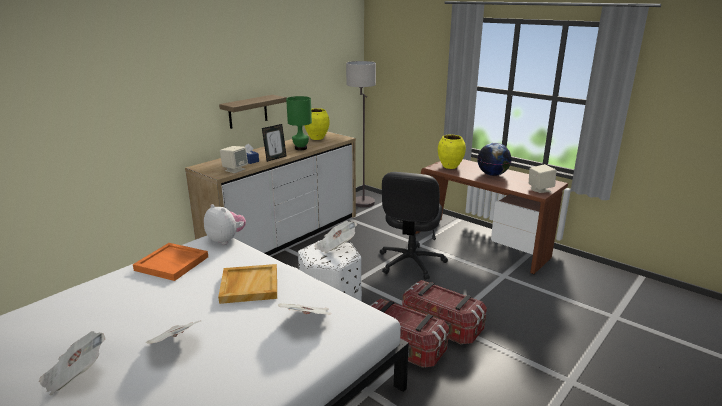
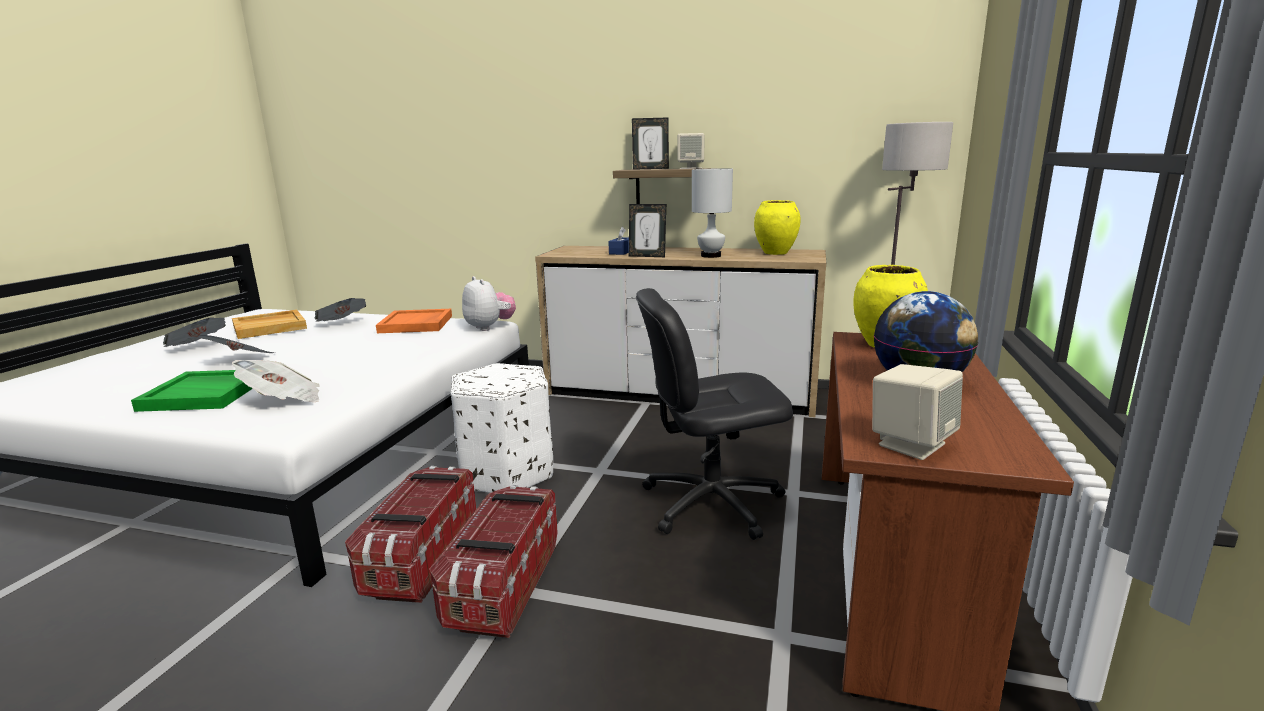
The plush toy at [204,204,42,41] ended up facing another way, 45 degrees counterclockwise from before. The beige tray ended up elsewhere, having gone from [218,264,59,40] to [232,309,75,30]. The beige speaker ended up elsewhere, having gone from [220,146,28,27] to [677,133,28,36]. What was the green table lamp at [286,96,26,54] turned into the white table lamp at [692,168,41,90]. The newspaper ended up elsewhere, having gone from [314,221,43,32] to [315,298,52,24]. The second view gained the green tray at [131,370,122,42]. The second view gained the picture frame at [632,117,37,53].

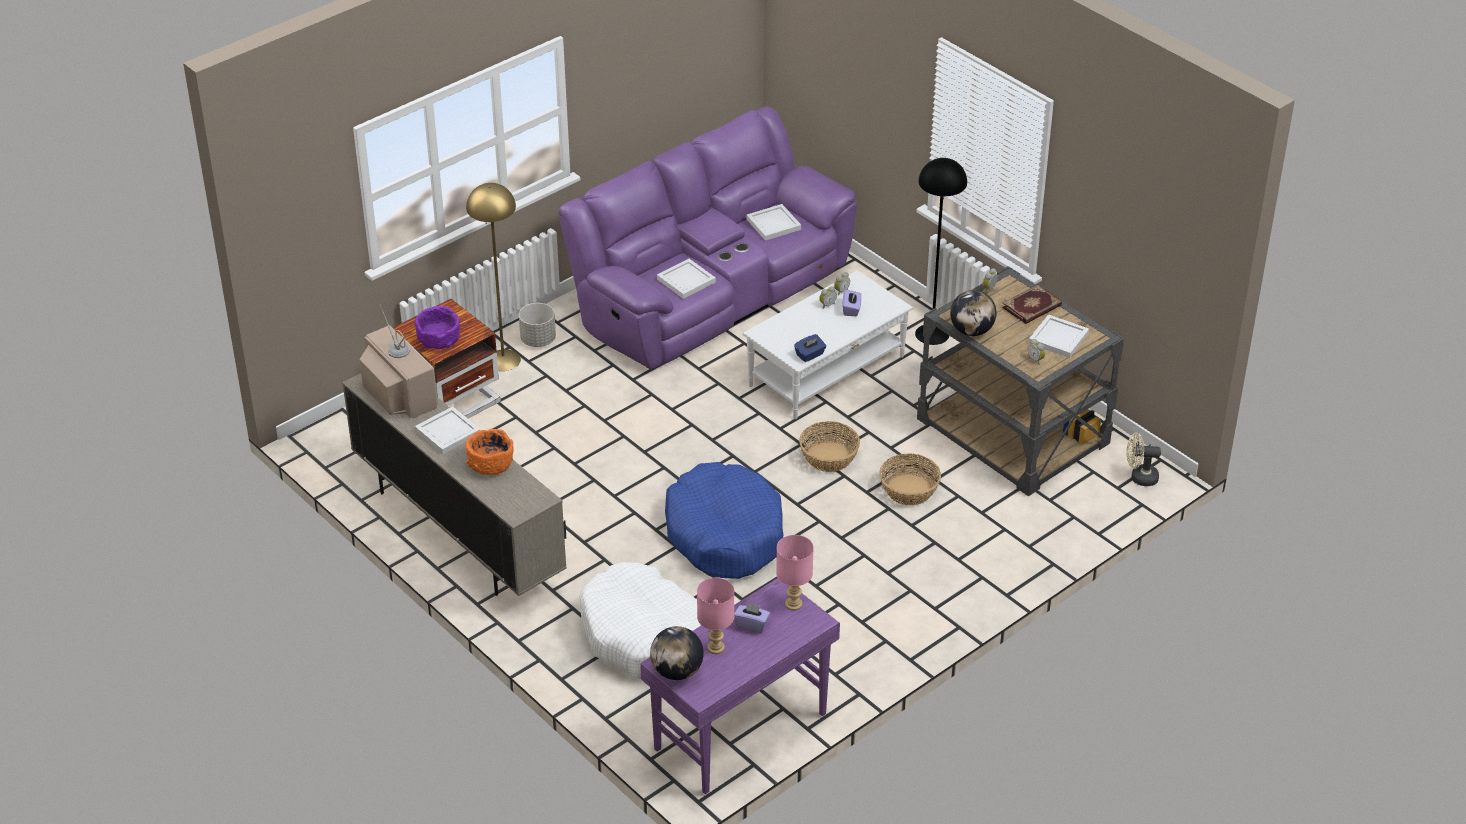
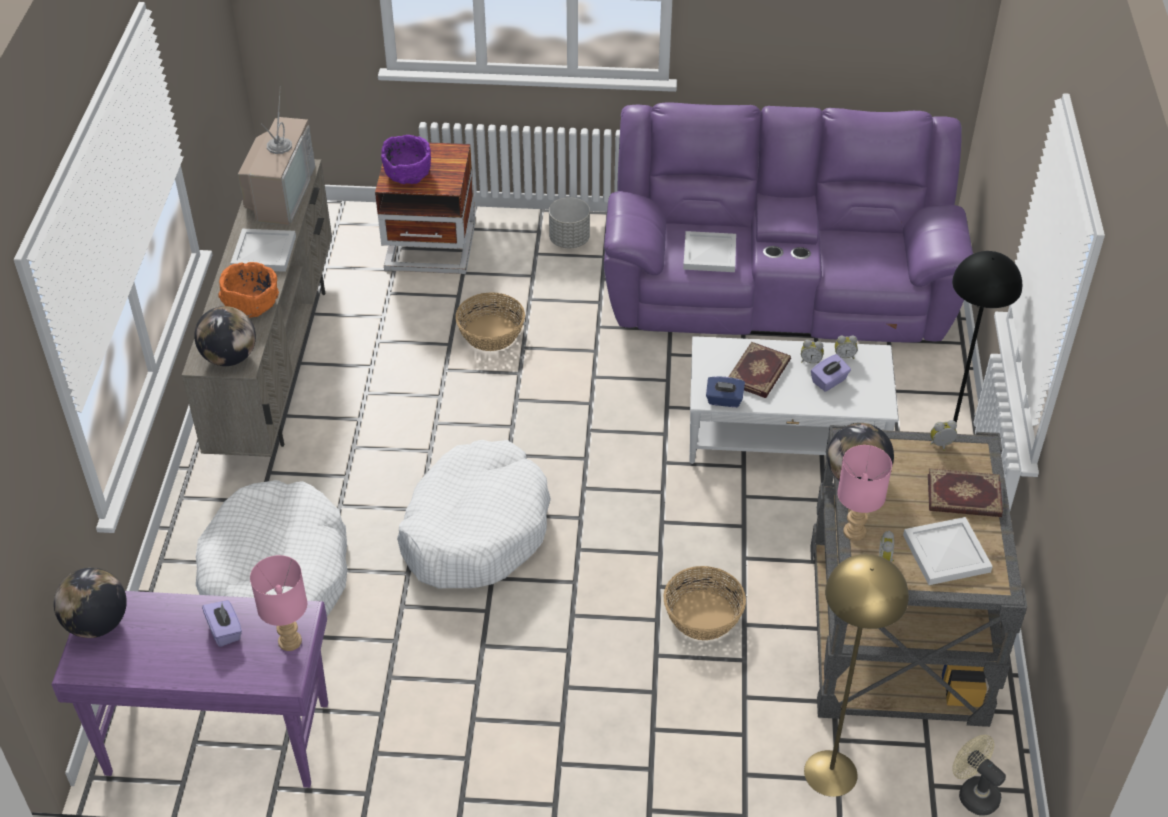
The yellow floor lamp ended up elsewhere, having gone from [466,183,55,188] to [804,554,105,243]. What was the blue dog bed at [665,462,118,117] turned into the white dog bed at [397,440,154,149]. The pink table lamp ended up elsewhere, having gone from [697,578,37,76] to [837,445,55,96]. The second view lost the white tray at [746,204,55,37]. The basket ended up elsewhere, having gone from [799,421,61,51] to [455,292,70,59]. The second view gained the globe at [194,306,62,60]. The second view gained the book at [728,342,63,56].

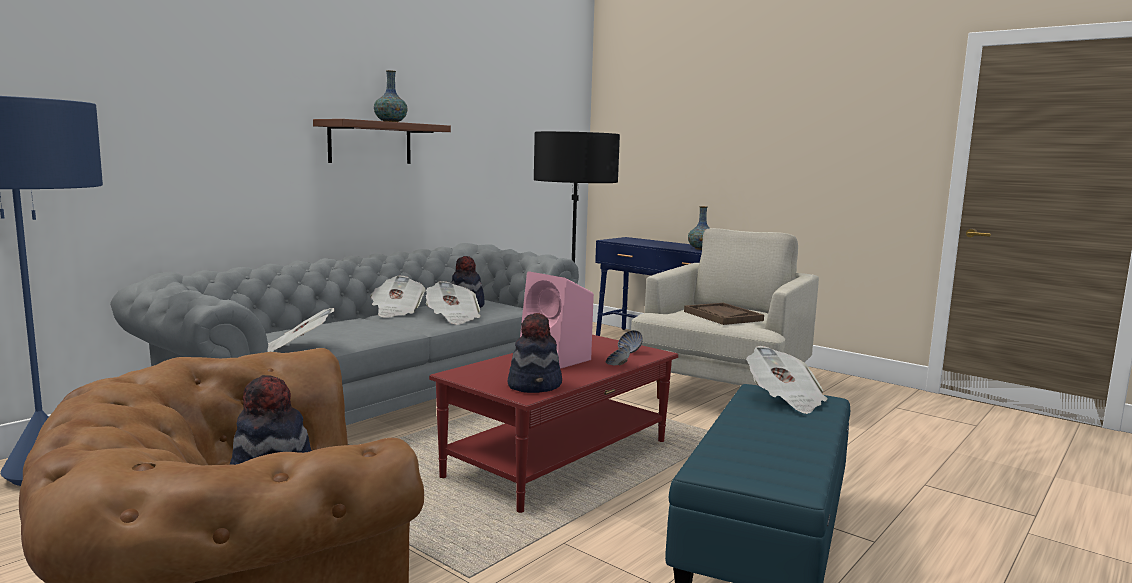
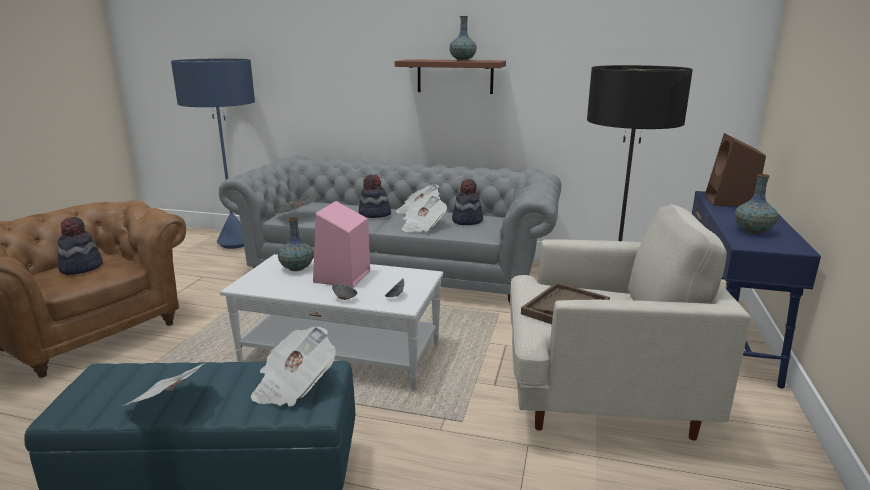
What was the red coffee table at [429,335,249,178] turned into the white coffee table at [220,254,223,136]. The hat ended up elsewhere, having gone from [508,313,54,80] to [359,175,32,43]. The second view gained the newspaper at [123,363,82,43]. The second view gained the vase at [278,217,35,54]. The second view gained the brown speaker at [705,133,61,74].

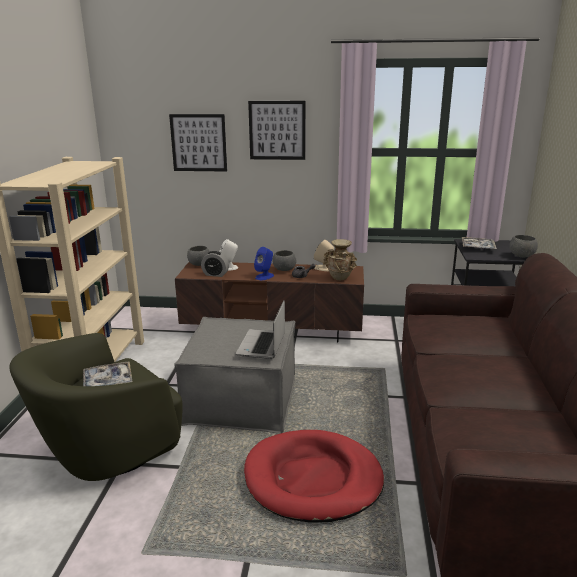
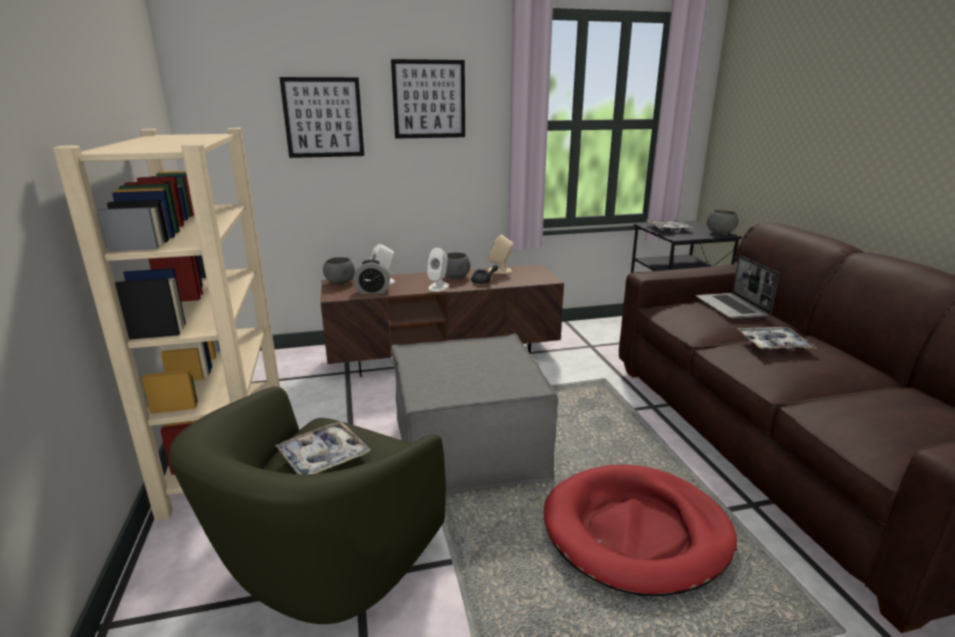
The laptop ended up elsewhere, having gone from [236,300,49,59] to [695,255,84,64]. What was the blue speaker at [254,247,20,33] turned into the white speaker at [427,248,22,44]. The second view lost the beige vase at [323,239,34,41]. The second view gained the tray at [737,327,79,24].

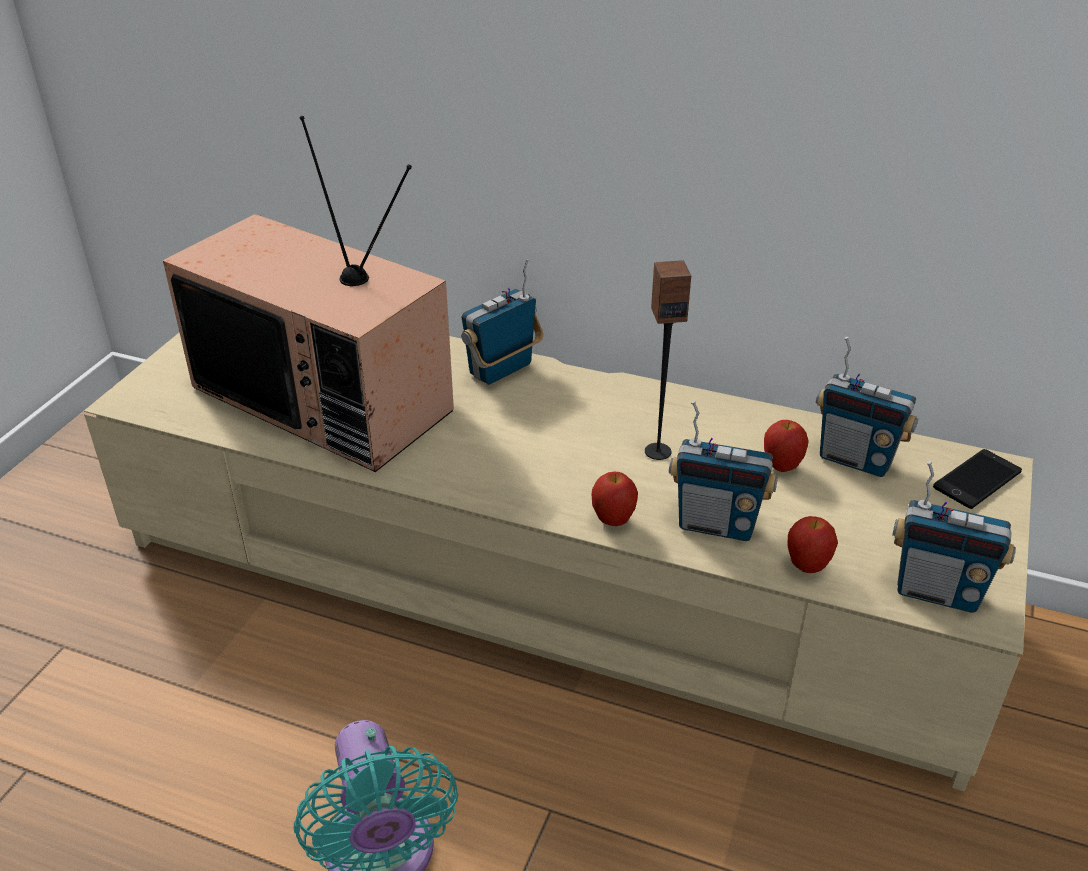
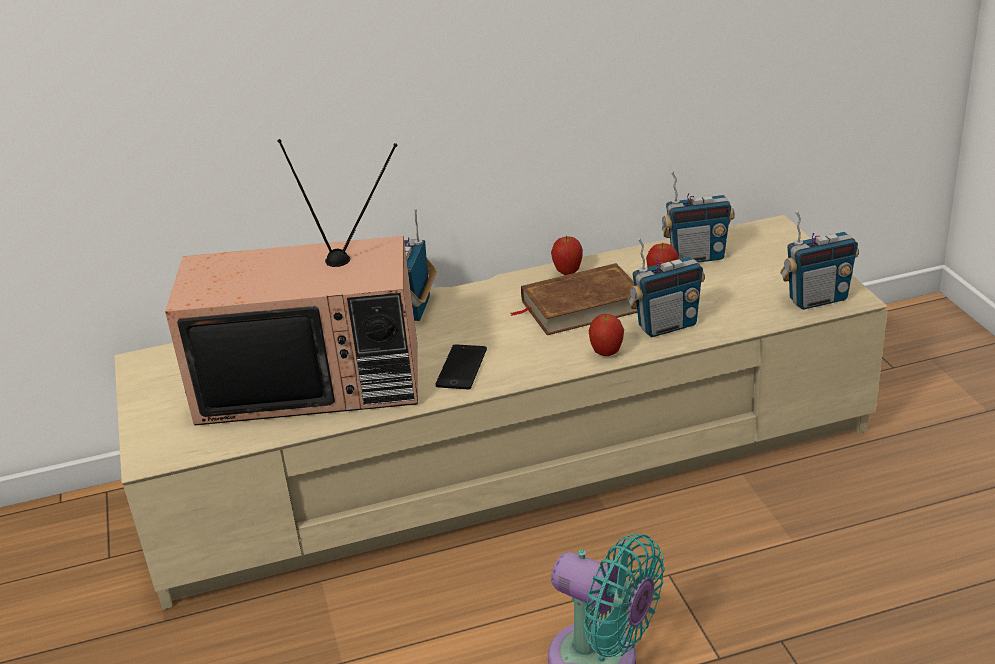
Where the speaker stood at [645,260,46,200], the brown book came to stand at [510,263,127,72]. The apple ended up elsewhere, having gone from [788,516,50,57] to [551,236,32,39]. The phone ended up elsewhere, having gone from [933,449,89,60] to [436,344,51,45].

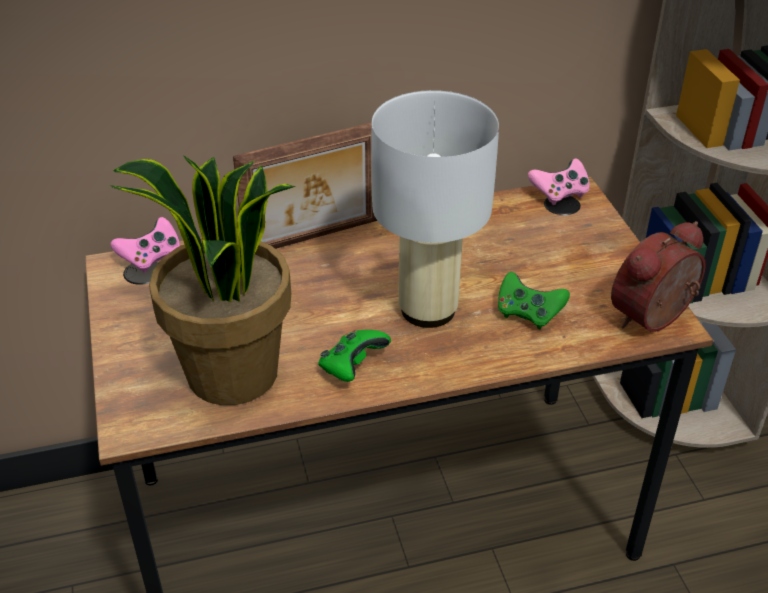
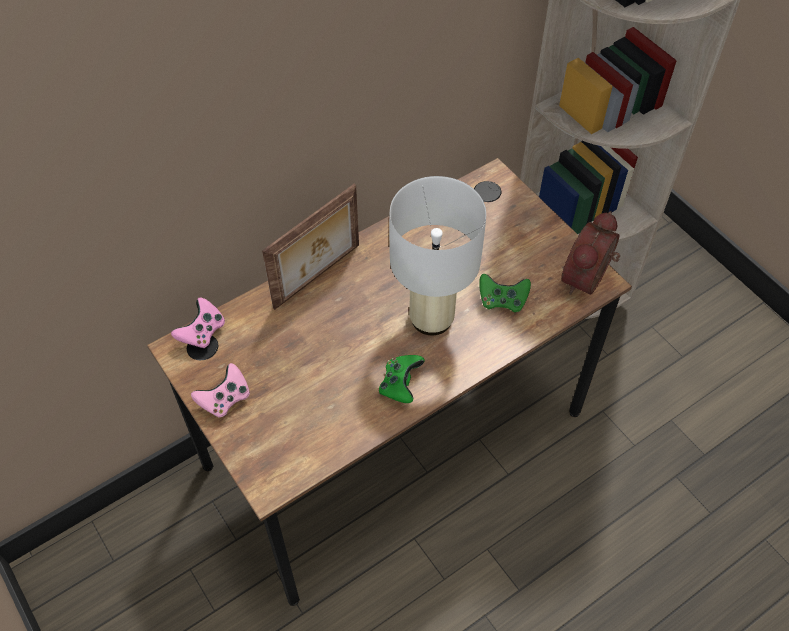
The second view lost the potted plant at [110,156,186,249]. The pink game controller ended up elsewhere, having gone from [528,158,62,47] to [191,363,59,55].

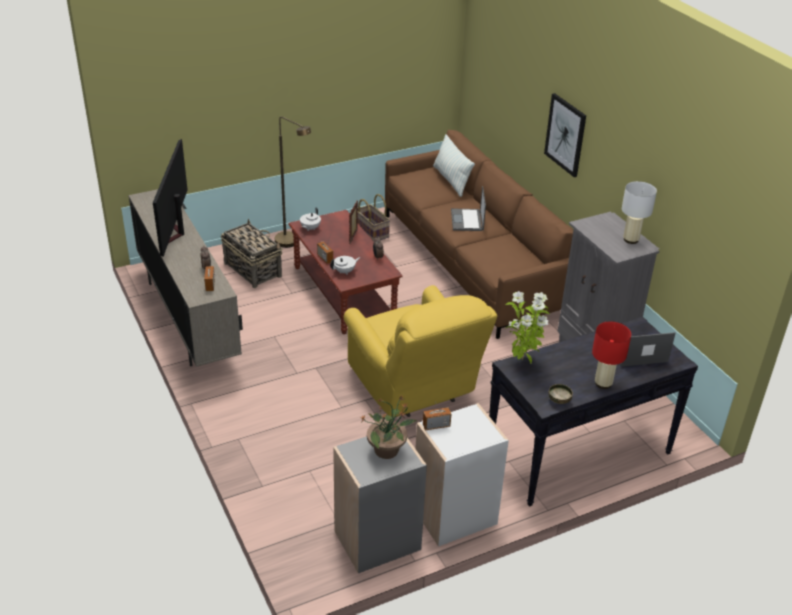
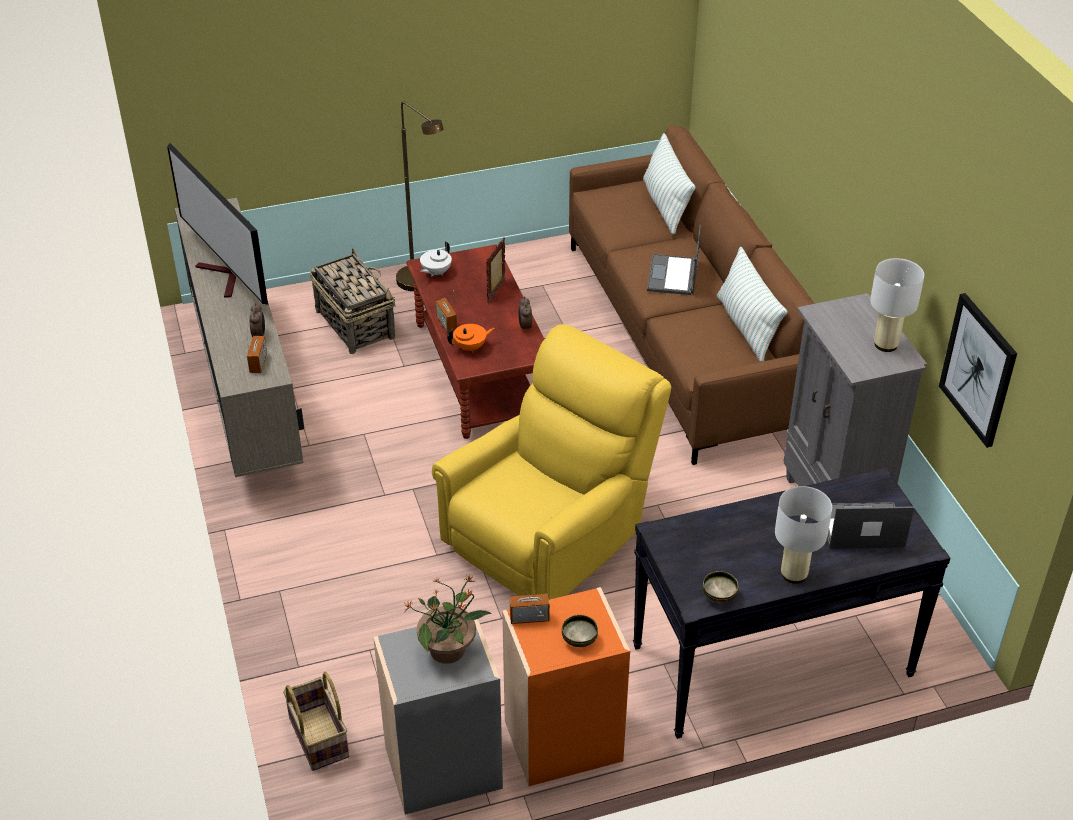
The television at [153,139,35,118] ended up facing another way, 45 degrees counterclockwise from before. What was the white teapot at [330,256,30,19] turned into the orange teapot at [447,324,48,29]. The yellow armchair at [344,285,153,133] ended up facing another way, 120 degrees counterclockwise from before. The basket ended up elsewhere, having gone from [357,194,33,47] to [283,672,66,99]. What was the white bookcase at [415,403,94,144] turned into the orange bookcase at [502,587,128,199]. The second view lost the potted plant at [506,291,44,73]. The picture ended up elsewhere, having gone from [544,93,42,84] to [939,293,78,155]. What was the red table lamp at [592,321,39,68] turned into the white table lamp at [775,486,57,98]. The second view gained the bowl at [562,615,36,32]. The second view gained the pillow at [717,247,70,115].

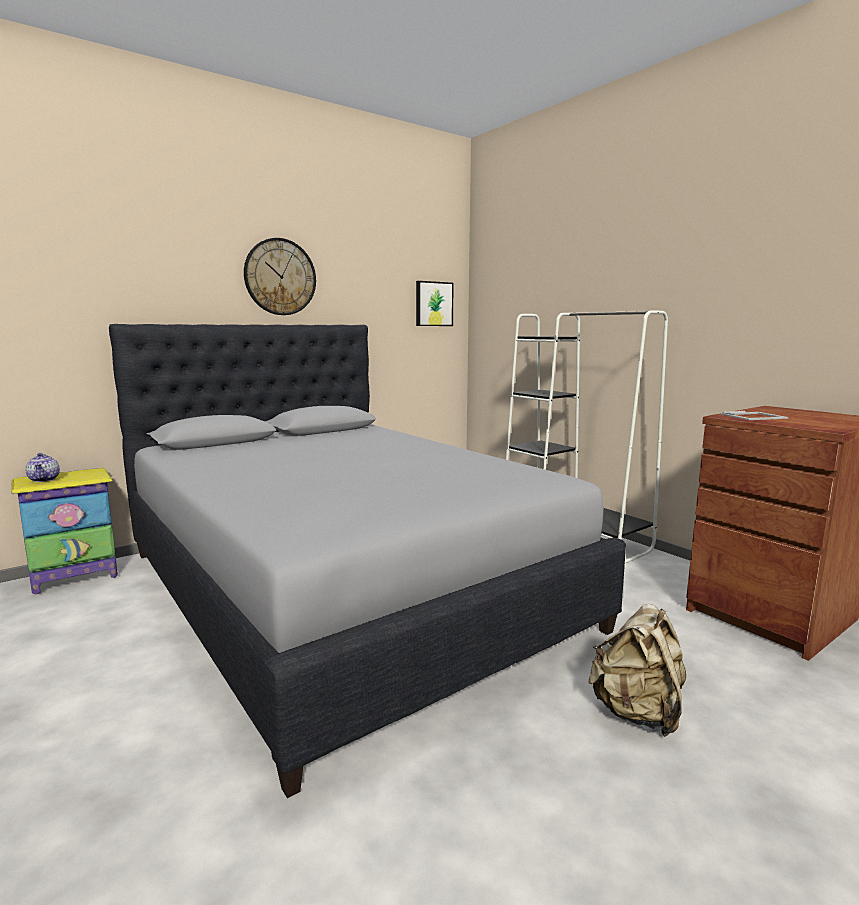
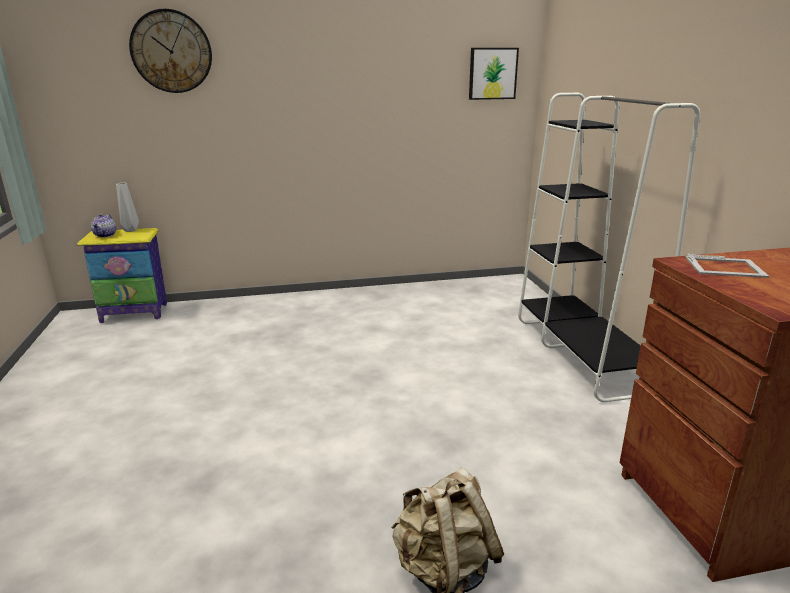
The second view lost the grey bed at [109,324,517,474]. The wall clock ended up elsewhere, having gone from [244,238,72,77] to [129,9,83,84]. The second view gained the grey vase at [116,183,23,49].

